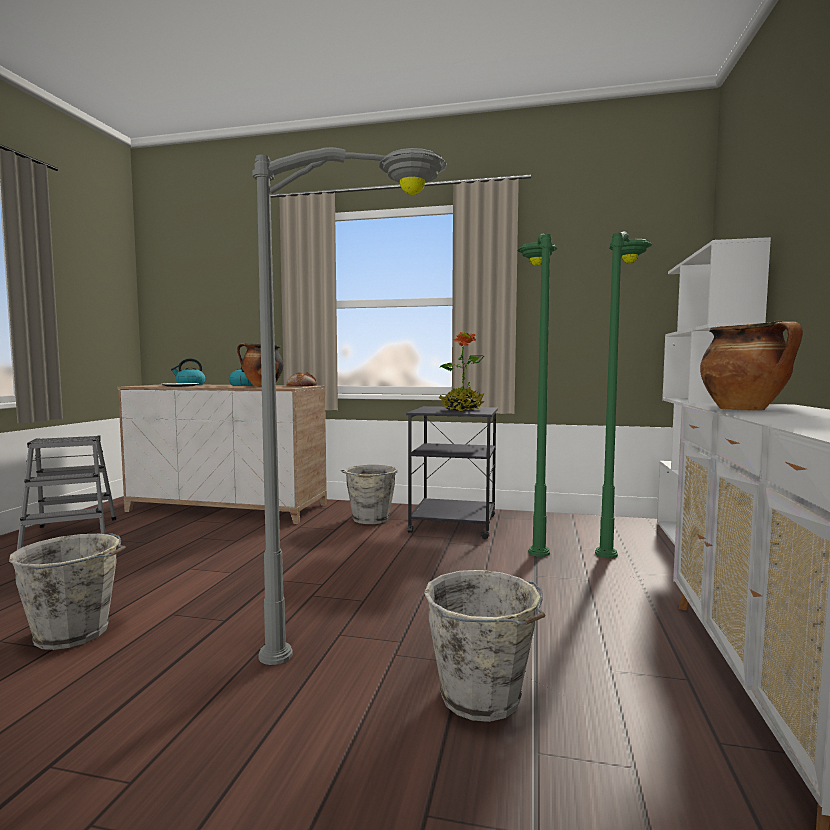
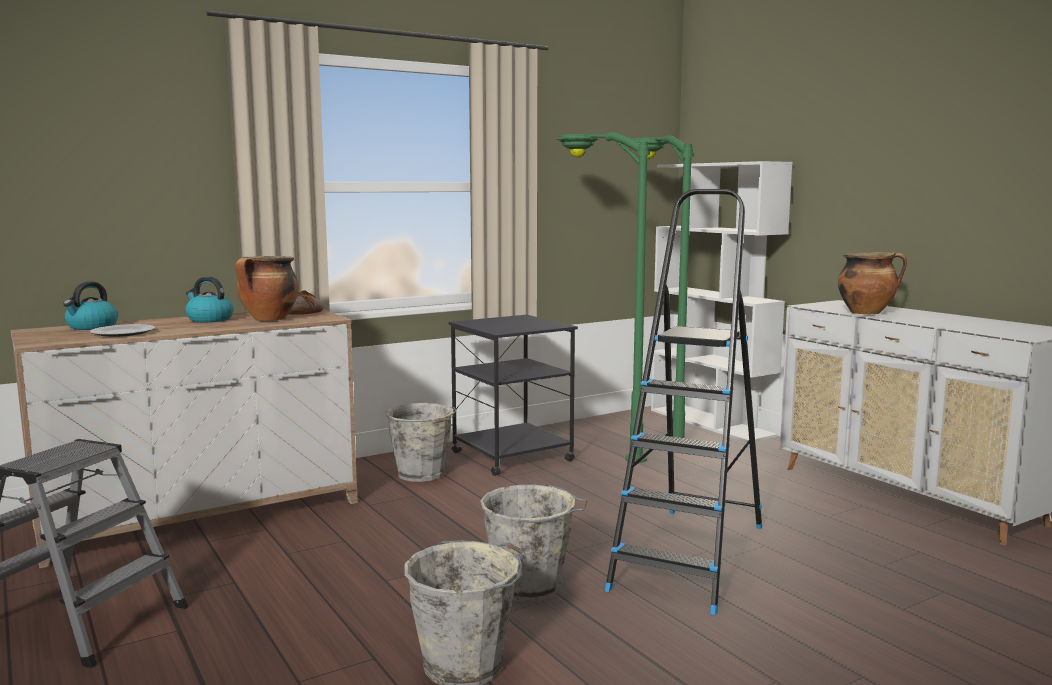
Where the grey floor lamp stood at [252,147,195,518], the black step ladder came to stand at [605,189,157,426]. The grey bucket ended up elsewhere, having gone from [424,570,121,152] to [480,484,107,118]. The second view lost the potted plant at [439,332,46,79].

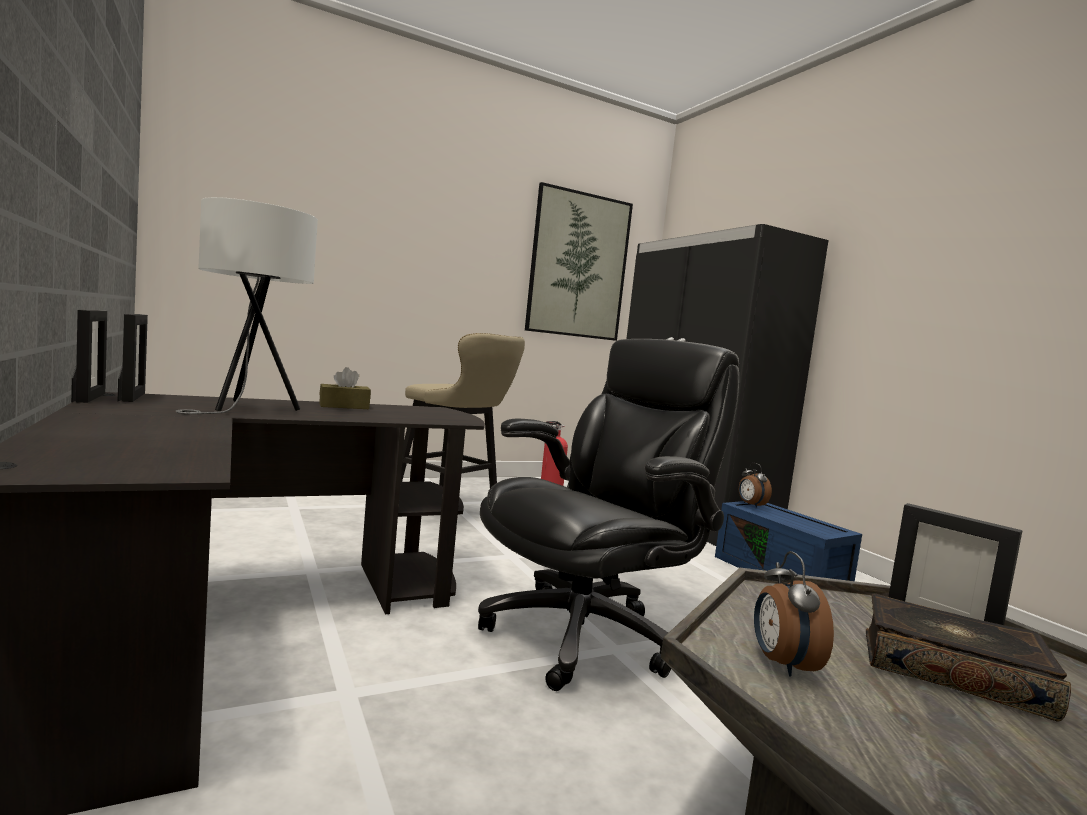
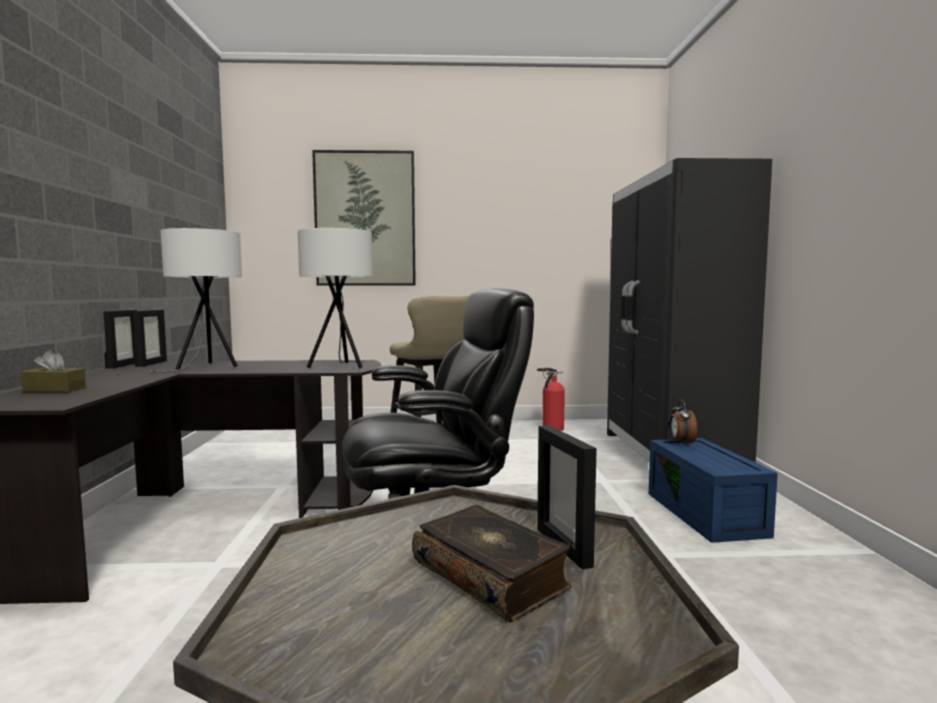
The brown tissue box ended up elsewhere, having gone from [319,367,52,42] to [21,350,65,42]. The picture ended up elsewhere, having gone from [525,182,108,159] to [312,150,104,136]. The second view lost the alarm clock at [754,551,80,126]. The second view gained the white table lamp at [298,228,75,141].

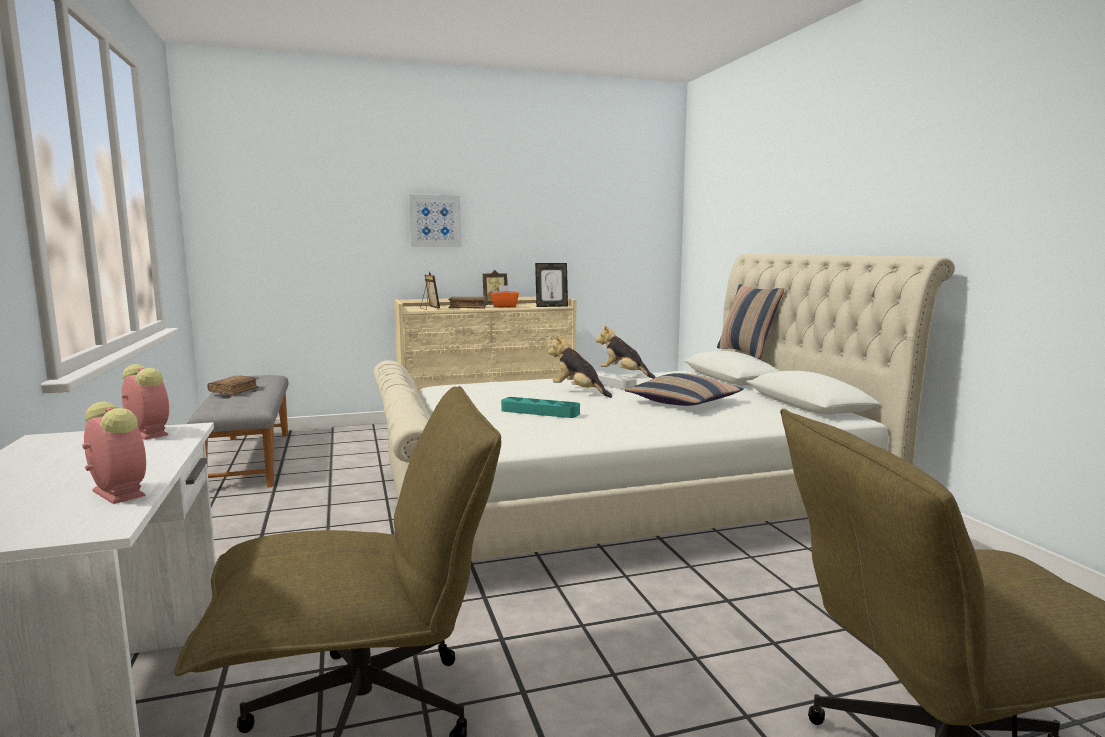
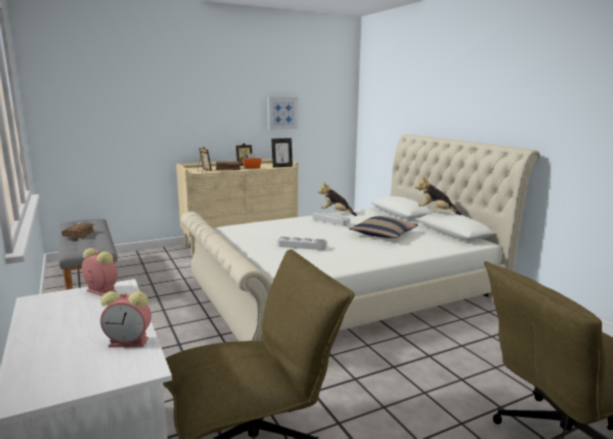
The alarm clock at [82,402,64,102] ended up facing another way, 150 degrees clockwise from before. The picture ended up elsewhere, having gone from [409,195,52,52] to [268,97,30,33]. What was the turquoise tray at [501,397,79,21] turned into the grey tray at [277,237,51,13]. The plush toy ended up elsewhere, having gone from [548,335,64,63] to [415,176,47,39]. The second view lost the pillow at [717,284,67,75].

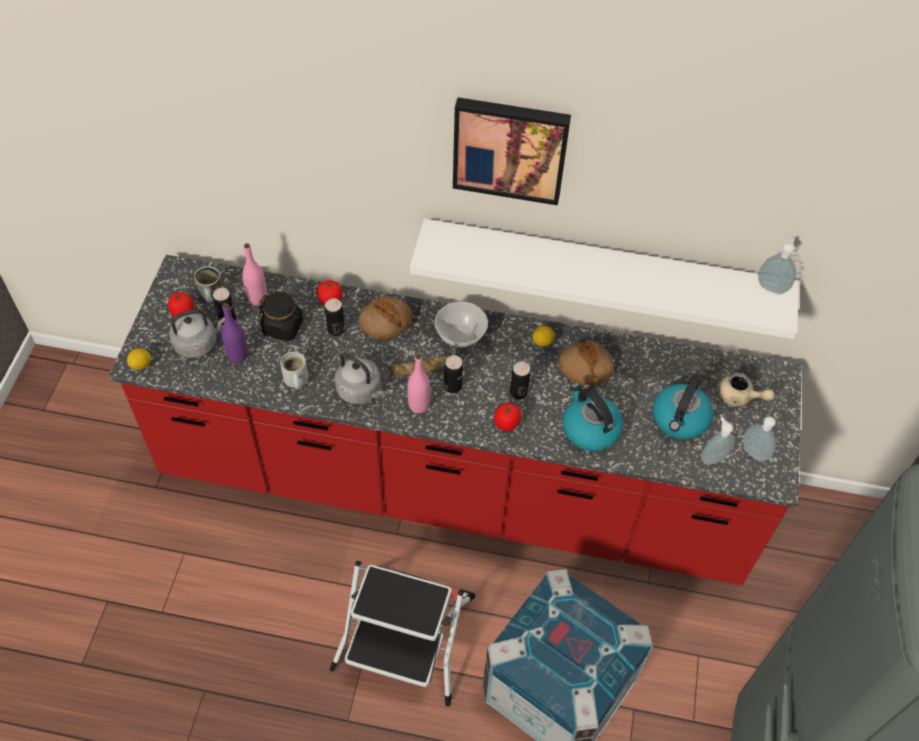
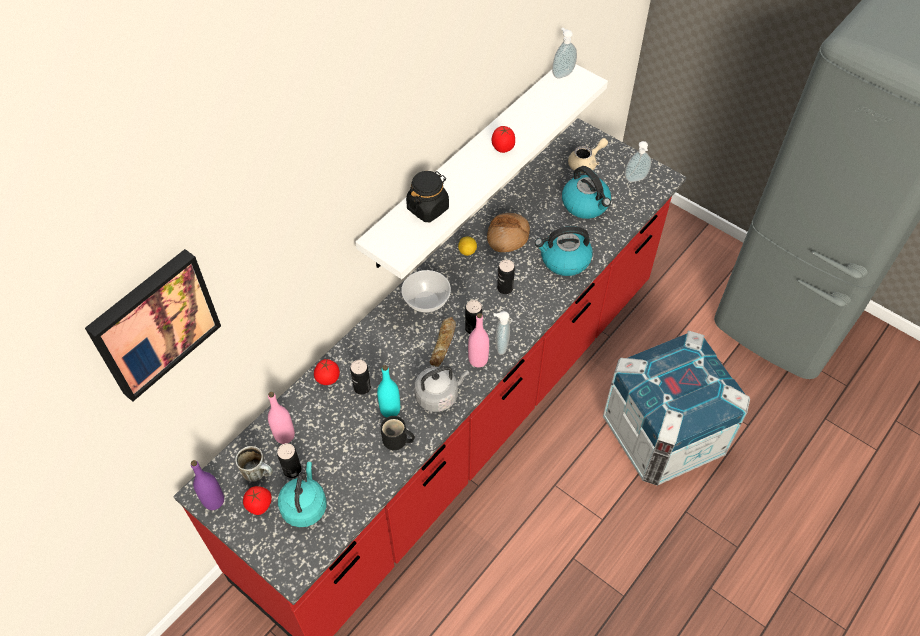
The second view lost the lemon at [127,348,24,22]. What was the grey kettle at [169,309,56,49] turned into the turquoise kettle at [278,462,48,65]. The purple bottle ended up elsewhere, having gone from [221,303,27,61] to [191,460,33,50]. The black jar ended up elsewhere, having gone from [258,291,45,50] to [406,171,43,51]. What was the white mug at [280,352,28,38] turned into the black mug at [381,416,34,34]. The second view lost the step ladder at [330,561,146,145]. The second view lost the bread at [359,297,54,43]. The picture ended up elsewhere, having gone from [453,97,118,108] to [85,249,136,153]. The tomato ended up elsewhere, having gone from [494,403,28,29] to [491,126,24,27]. The soap dispenser ended up elsewhere, having gone from [701,417,34,47] to [494,311,16,44]. The second view gained the turquoise bottle at [377,365,23,53].

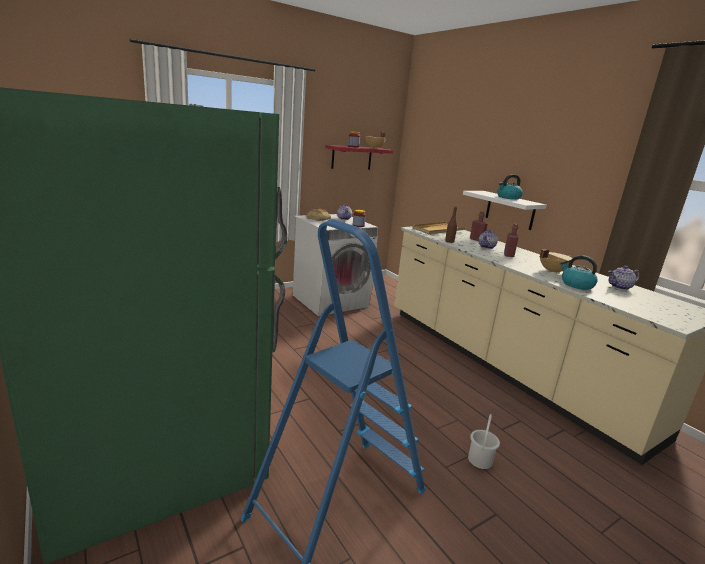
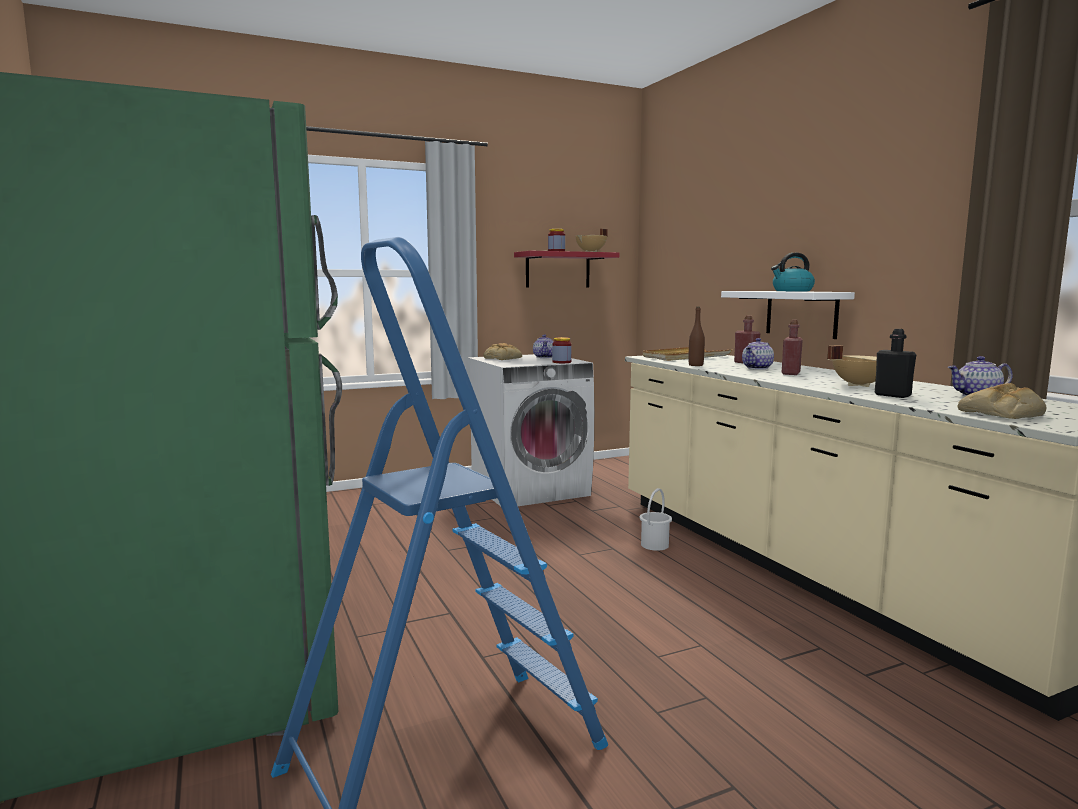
The white bucket ended up elsewhere, having gone from [468,414,32,55] to [639,488,33,63]. Where the kettle stood at [560,255,38,35], the black bottle came to stand at [875,329,41,69]. The second view gained the bread at [958,383,89,36].

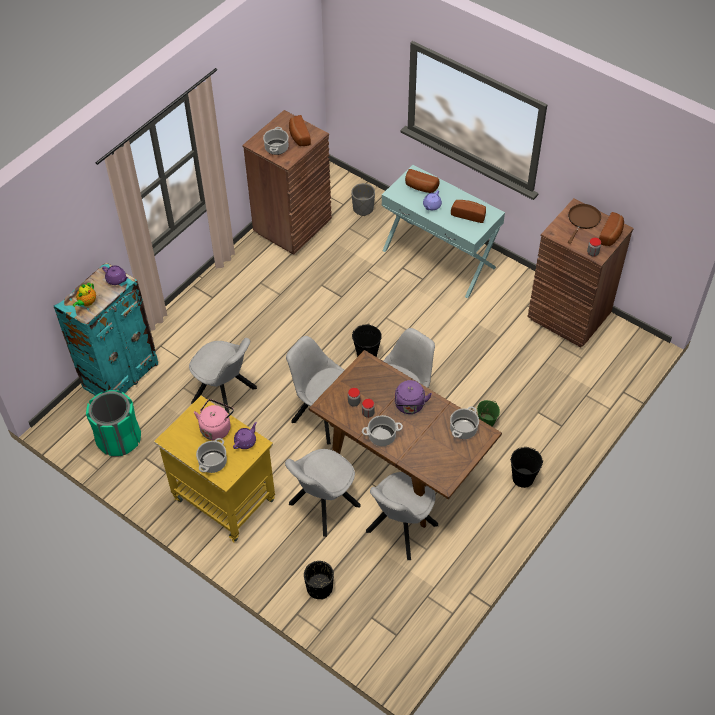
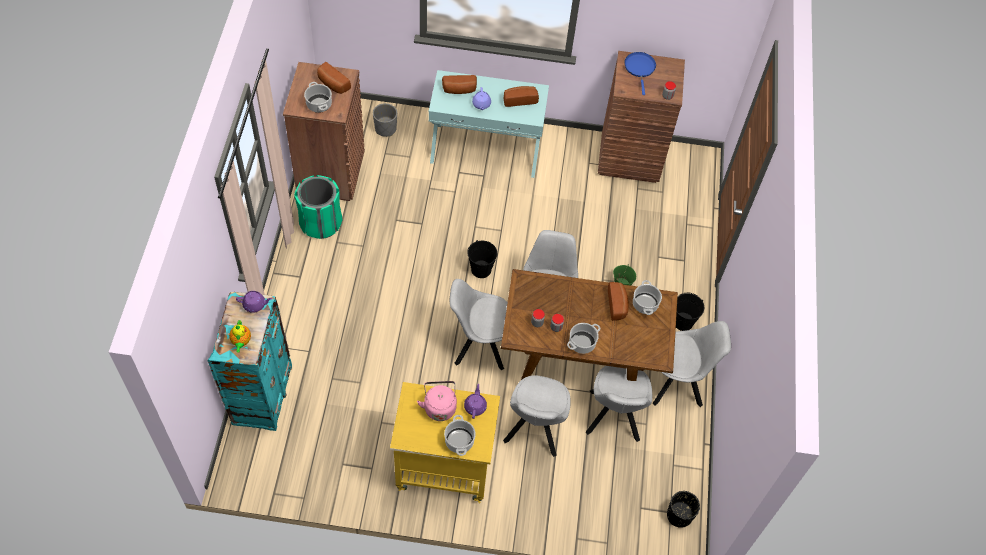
The green trash can ended up elsewhere, having gone from [86,390,55,67] to [294,175,48,64]. The grey chair ended up elsewhere, having gone from [189,338,68,76] to [653,321,78,86]. The black planter ended up elsewhere, having gone from [304,561,30,38] to [667,491,33,37]. The second view lost the purple kettle at [395,380,37,34]. What was the brown frying pan at [568,204,33,40] turned into the blue frying pan at [624,52,32,43]. The bread ended up elsewhere, having gone from [599,212,25,34] to [608,282,21,39].

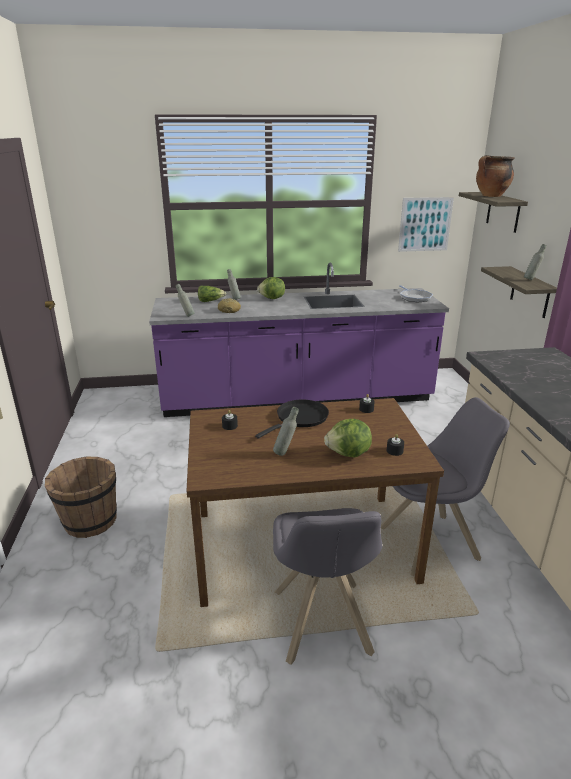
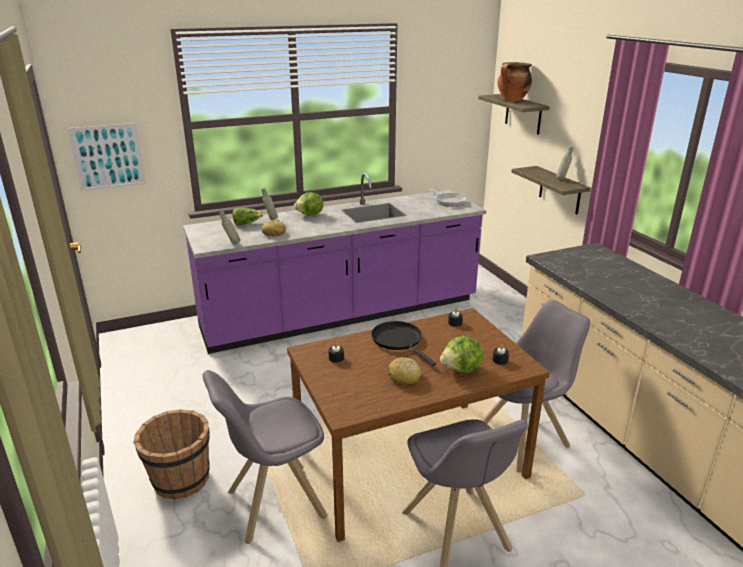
The black frying pan at [255,399,74,40] ended up facing another way, 60 degrees counterclockwise from before. Where the grey bottle stood at [273,407,25,49], the bread came to stand at [388,357,33,28]. The picture ended up elsewhere, having gone from [398,197,56,55] to [67,123,79,68]. The second view gained the grey chair at [203,370,124,174].

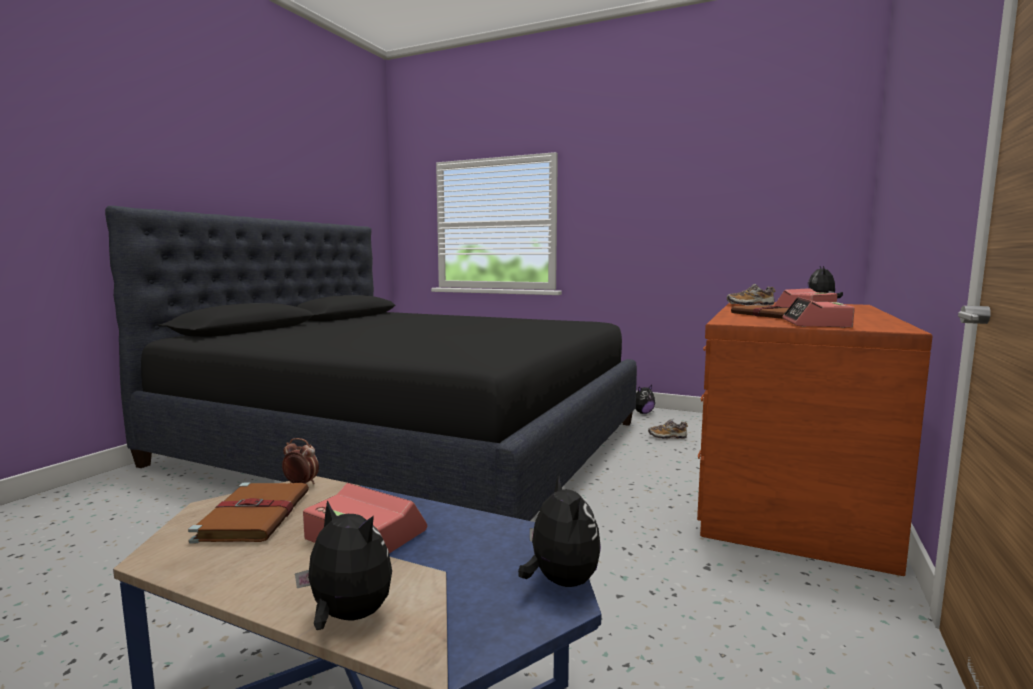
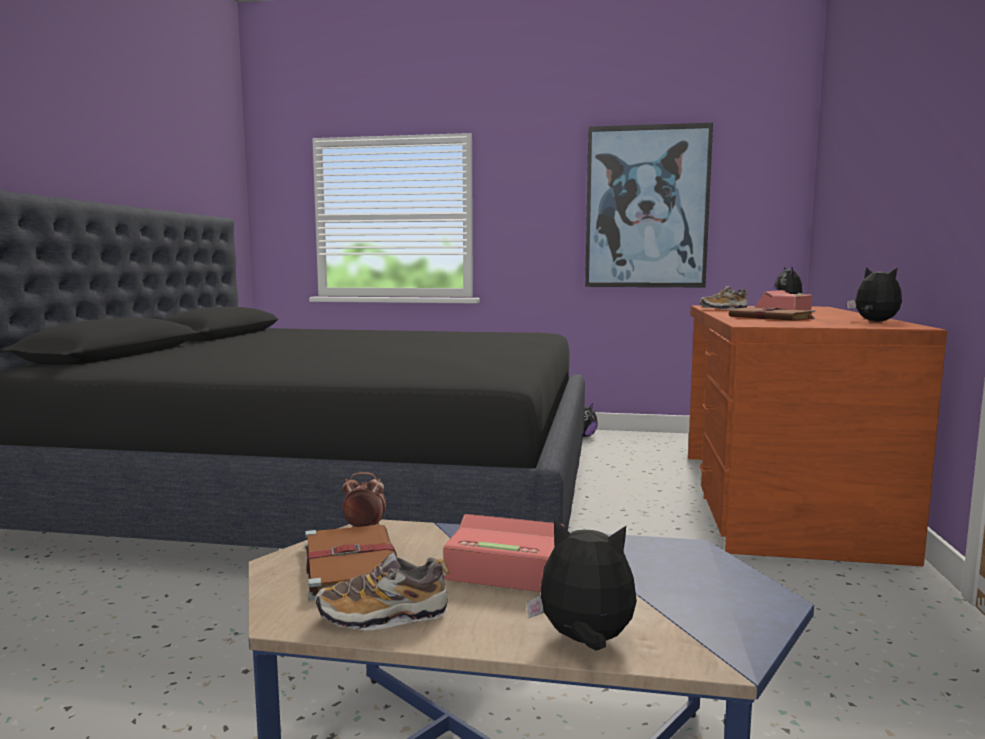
The plush toy ended up elsewhere, having gone from [518,475,83,112] to [847,267,55,55]. The shoe ended up elsewhere, having gone from [648,419,40,21] to [315,553,134,77]. The second view lost the alarm clock at [782,297,73,31]. The second view gained the picture at [585,123,128,164].

